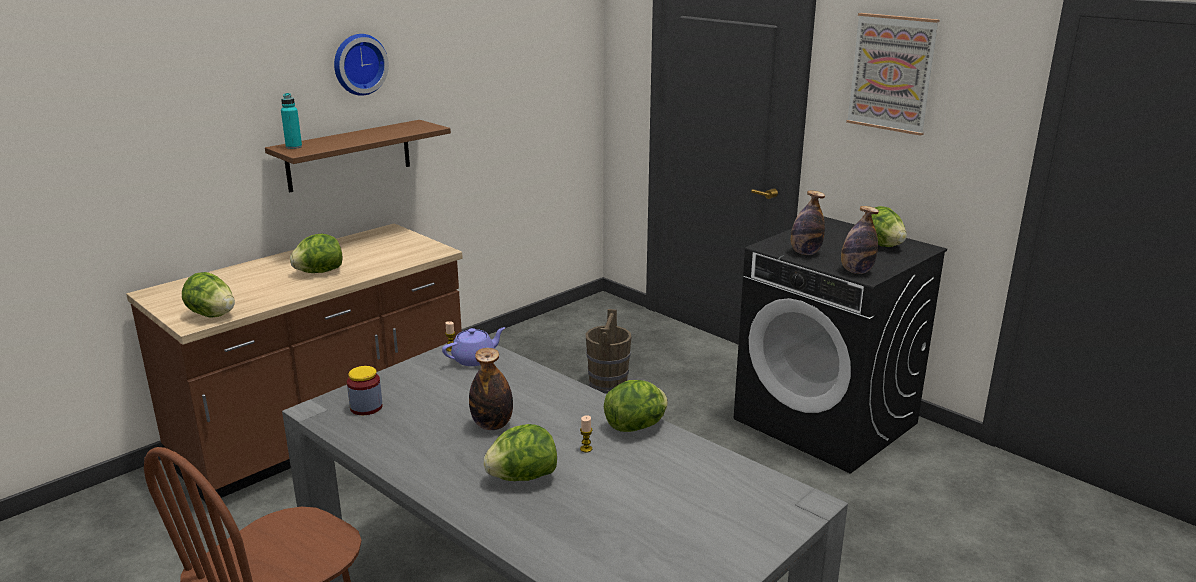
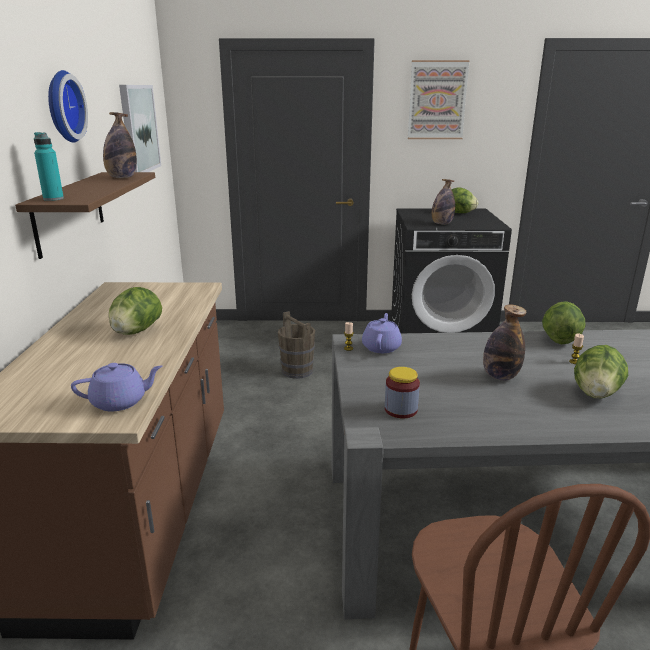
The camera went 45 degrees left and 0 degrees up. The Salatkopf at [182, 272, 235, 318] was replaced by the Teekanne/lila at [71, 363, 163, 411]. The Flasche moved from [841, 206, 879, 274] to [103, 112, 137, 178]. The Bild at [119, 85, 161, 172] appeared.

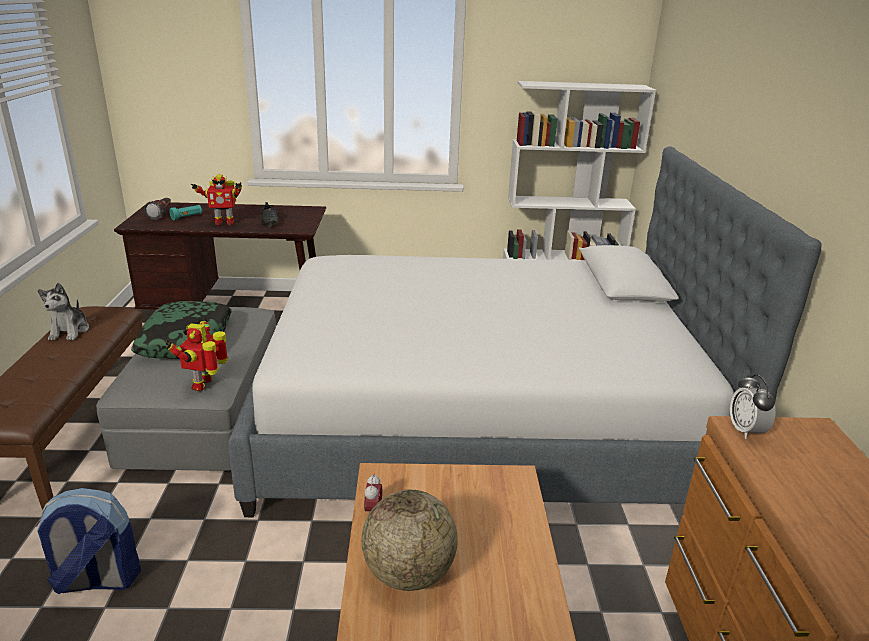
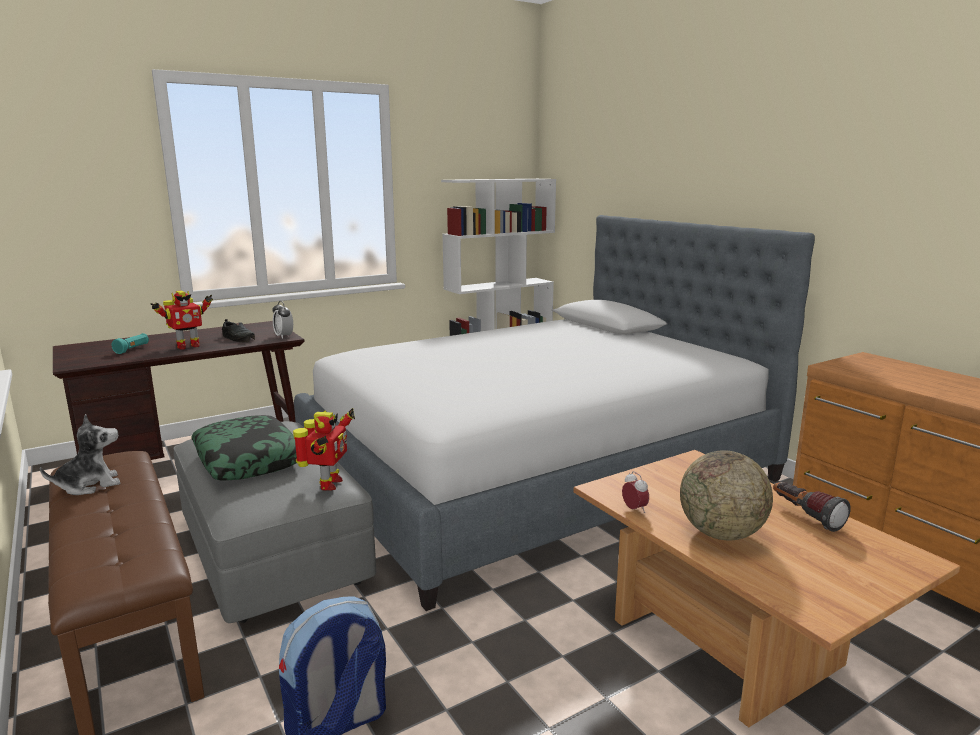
The camera went 30 degrees left and 10 degrees down. The Plüschtier at [38, 282, 89, 340] turned 90 degrees counterclockwise. The Taschenlampe moved from [144, 198, 171, 220] to [773, 482, 851, 532]. The Spielzeugroboter at [166, 316, 228, 391] turned 150 degrees counterclockwise. The Wecker moved from [730, 374, 776, 439] to [272, 301, 293, 339].

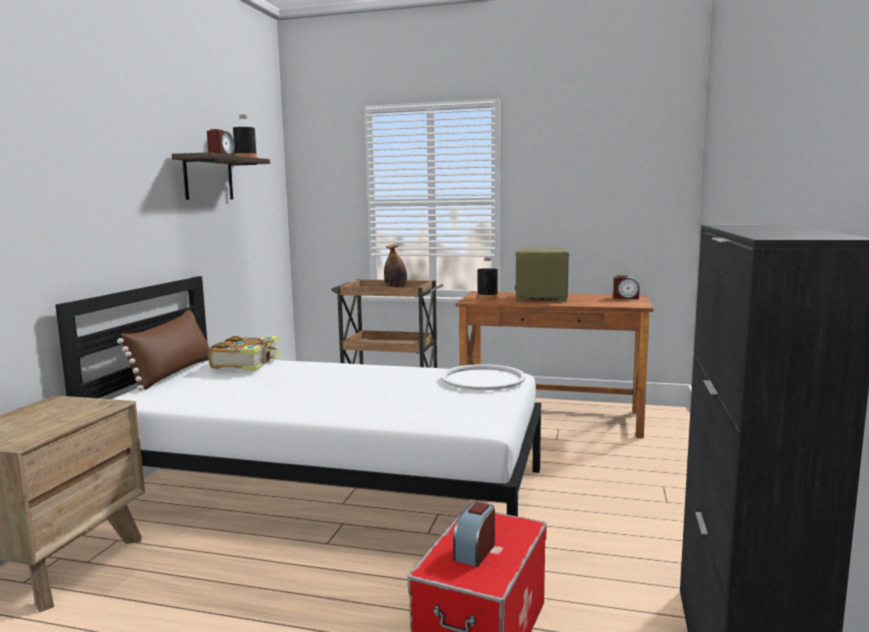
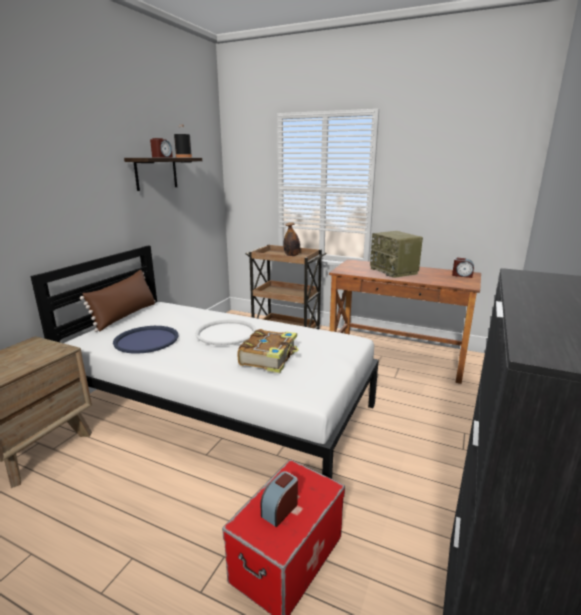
The camera went 10 degrees right and 10 degrees up. The Buch moved from [208, 336, 280, 371] to [237, 329, 299, 373]. The Tablett/weiß moved from [441, 364, 526, 390] to [195, 319, 256, 346]. The Flasche/schwarz at [477, 257, 498, 299] disappeared. The Radio at [515, 248, 569, 302] turned 135 degrees counterclockwise. The Tablett/blau at [113, 326, 179, 354] appeared.

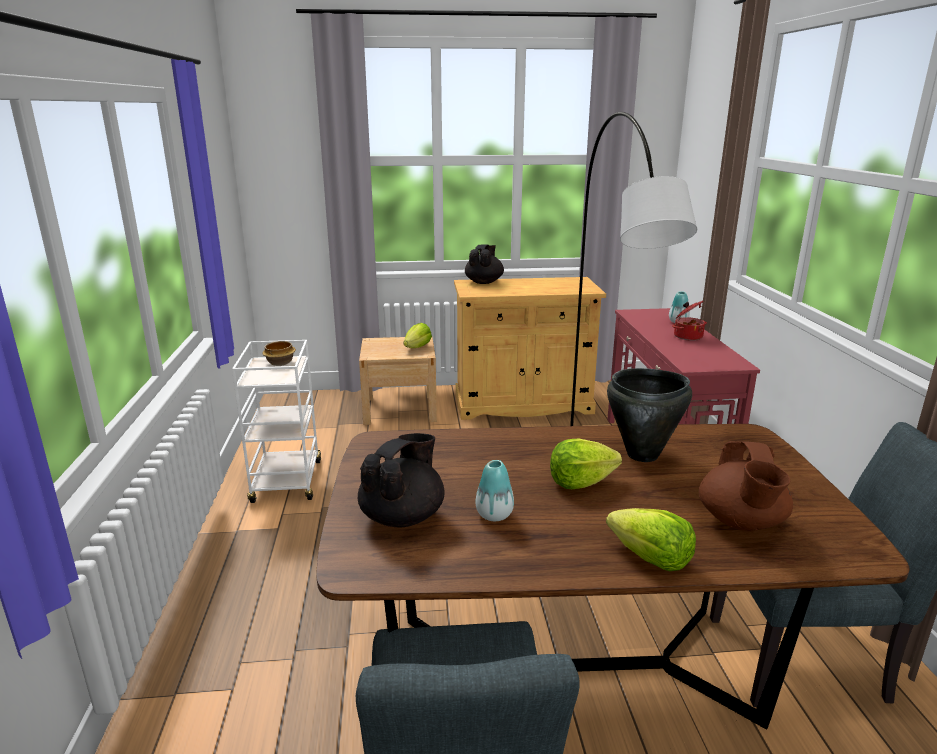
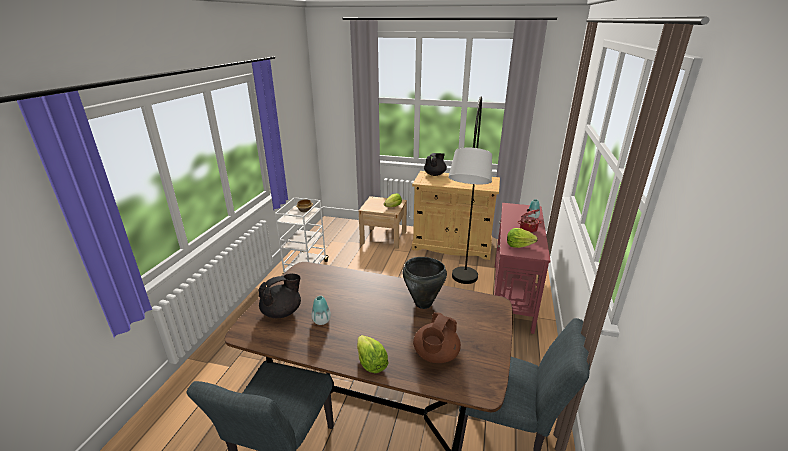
The camera went 20 degrees right and 5 degrees up. The Salatkopf moved from [550, 438, 622, 489] to [507, 228, 538, 248].

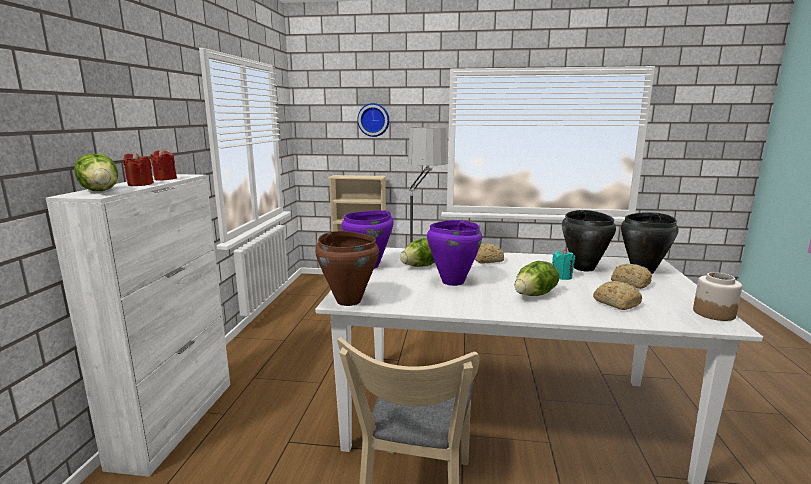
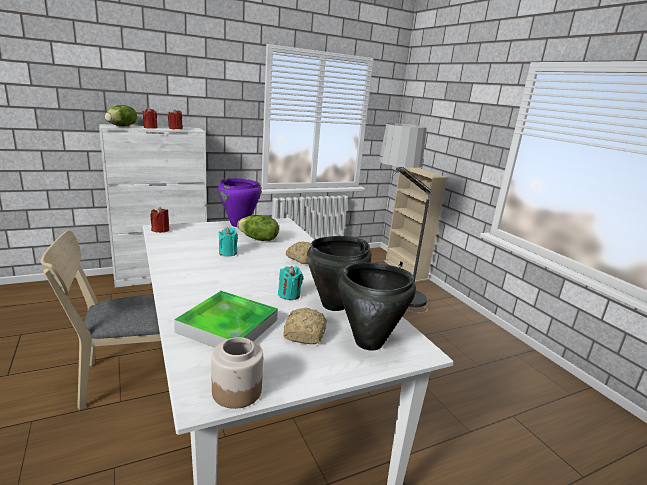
The camera went 55 degrees right and 5 degrees up. The Kochtopf/braun at [315, 231, 379, 306] was replaced by the Kerze/rot at [150, 207, 169, 233]. The Wanduhr at [357, 103, 389, 137] disappeared. The Kochtopf/lila at [427, 220, 482, 286] was replaced by the Kerze/türkis at [218, 227, 238, 257]. The Salatkopf at [515, 261, 559, 296] disappeared. The Brot at [593, 281, 642, 310] was replaced by the Tablett at [174, 291, 278, 348].

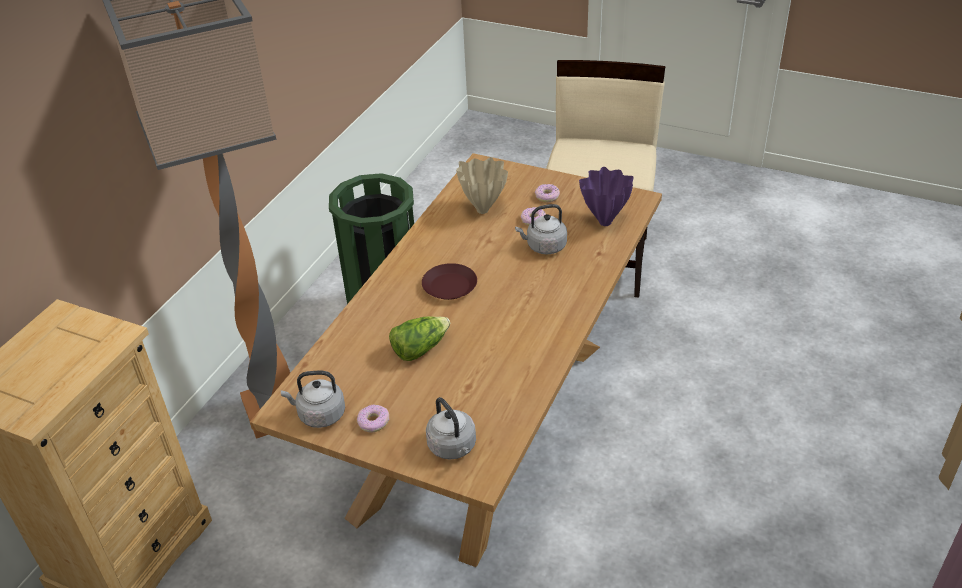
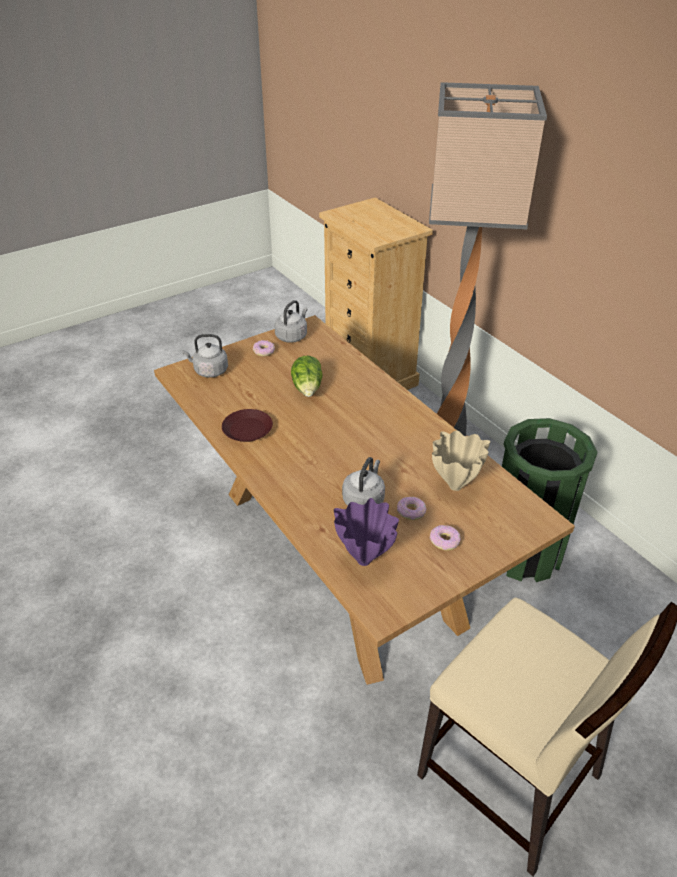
The camera went 120 degrees right and 0 degrees up. The Teller/braun moved from [422, 263, 477, 300] to [222, 409, 273, 442].

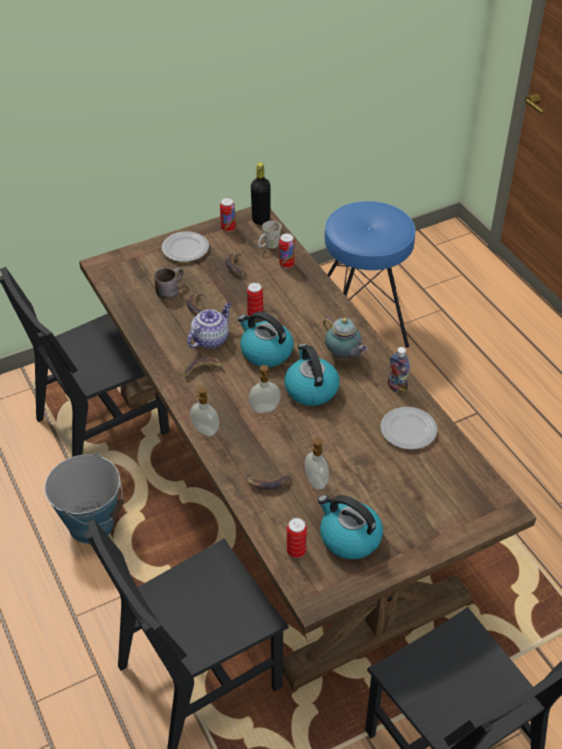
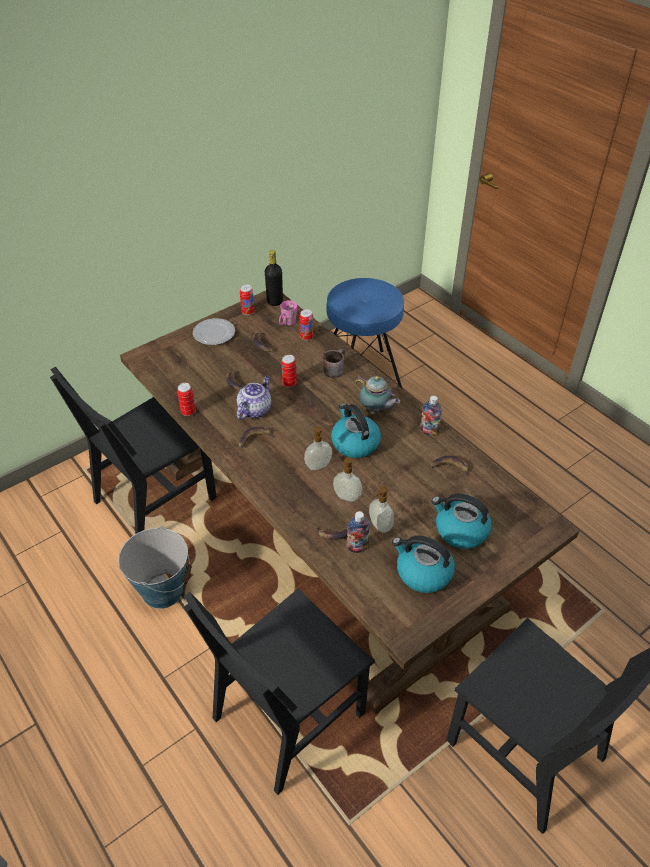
The camera went 10 degrees left and 0 degrees up. The Henkelbecher/braun moved from [154, 267, 183, 299] to [323, 348, 345, 378]. The Seifenspender moved from [190, 387, 219, 436] to [333, 457, 362, 502]. The Wasserkessel moved from [238, 311, 294, 367] to [431, 494, 492, 549]. The Henkelbecher/weiß at [258, 221, 281, 249] became the Henkelbecher/rosa at [279, 300, 297, 325]. The Dose moved from [287, 518, 307, 558] to [177, 383, 196, 416]. The Teller at [381, 407, 437, 449] was replaced by the Banane at [430, 456, 469, 479]. The Flasche at [347, 511, 370, 553] appeared.

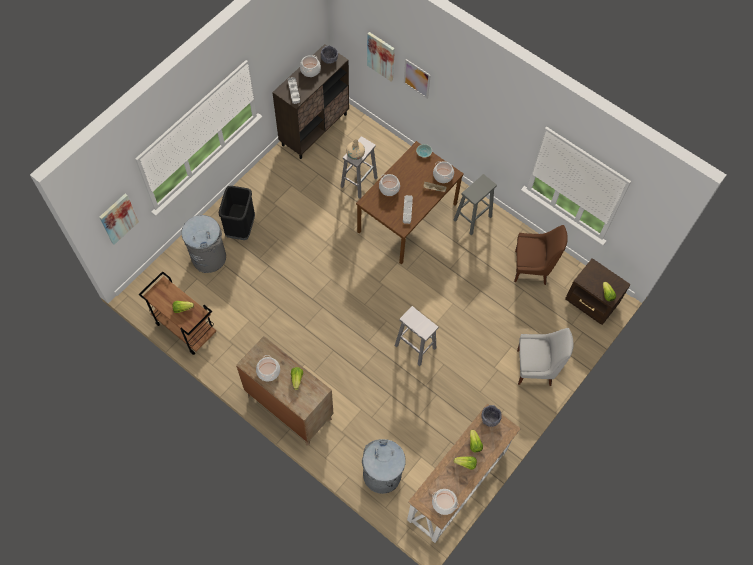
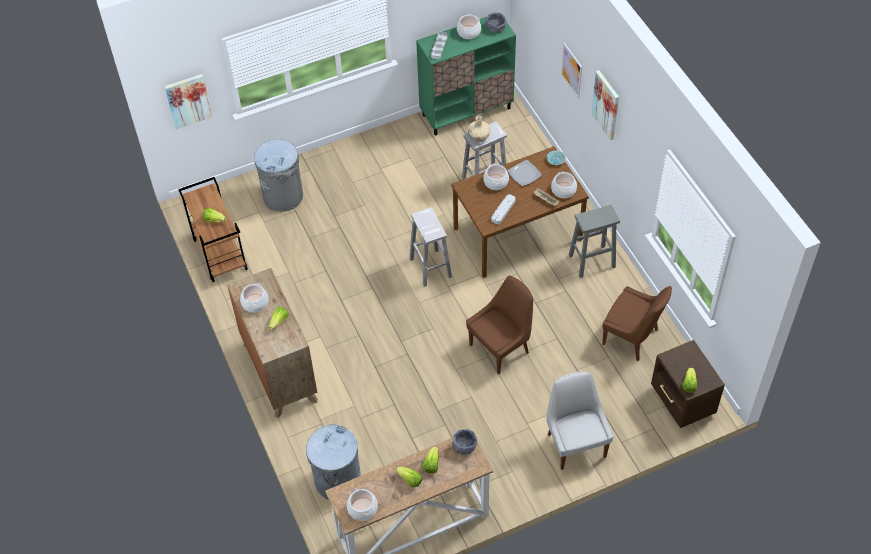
The camera went 30 degrees right and 10 degrees down. The Mülleimer/schwarz at [219, 186, 255, 240] disappeared. The Schrank/braun at [272, 44, 349, 159] became the Schrank/grün at [416, 17, 516, 136]. The Bild moved from [367, 32, 395, 82] to [591, 70, 619, 140]. The Hocker/weiß moved from [395, 306, 438, 366] to [409, 207, 452, 287]. The Stuhl/weiß at [517, 328, 574, 386] turned 135 degrees counterclockwise. The Stuhl/braun at [466, 276, 533, 374] appeared. The Teller at [508, 160, 542, 186] appeared.

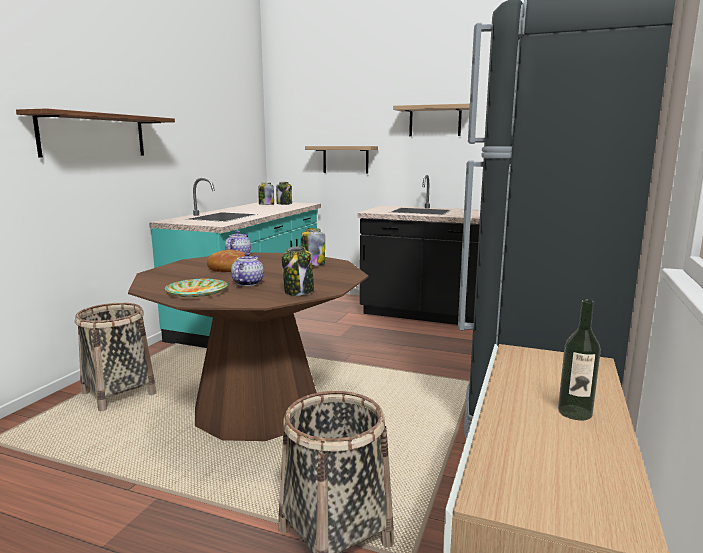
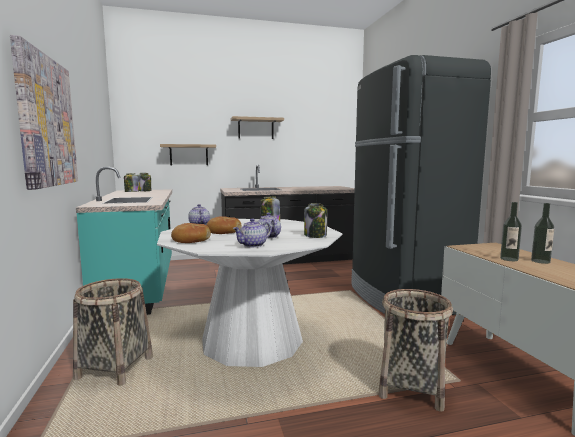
The camera went 35 degrees left and 5 degrees down. The Wandregal at [16, 108, 175, 158] was replaced by the Bild at [10, 35, 78, 190]. The Esstisch/braun at [128, 253, 368, 441] became the Esstisch/weiß at [157, 219, 342, 367]. The Teller at [165, 278, 228, 297] was replaced by the Teekanne at [233, 219, 271, 248]. The Brot at [171, 223, 211, 243] appeared. The Flasche at [500, 202, 522, 261] appeared.

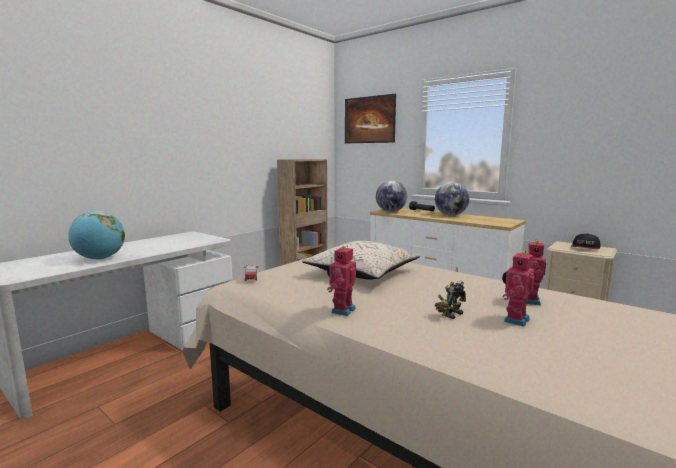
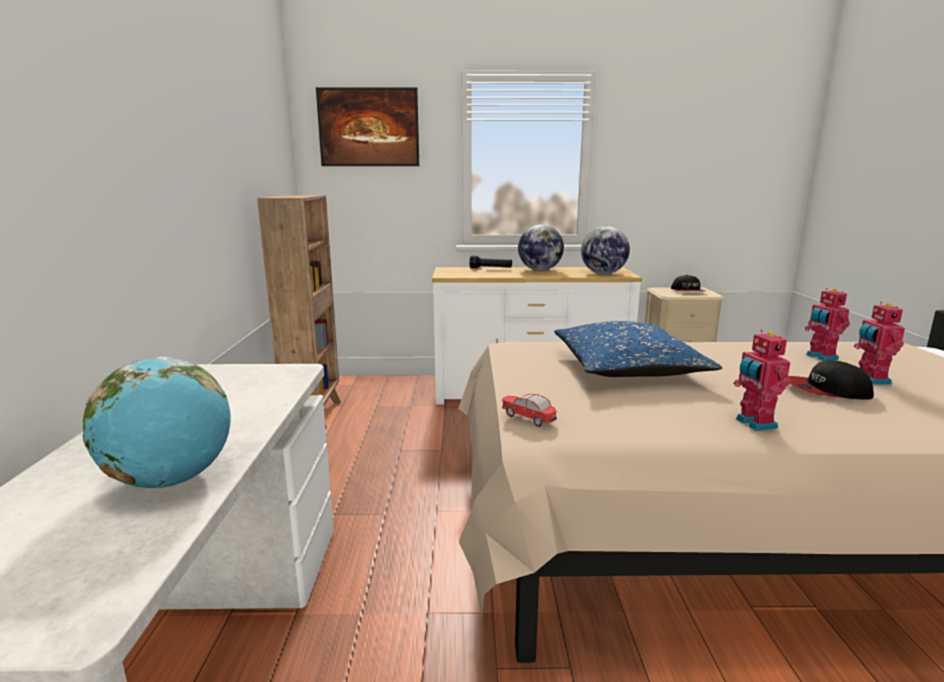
The camera went 40 degrees left and 5 degrees up. The Kissen/beige at [302, 241, 420, 280] became the Kissen/blau at [554, 321, 722, 377]. The Globus moved from [376, 180, 407, 212] to [581, 226, 630, 274]. The Spielzeugroboter at [435, 280, 466, 319] was replaced by the Kappe at [789, 360, 874, 400].

